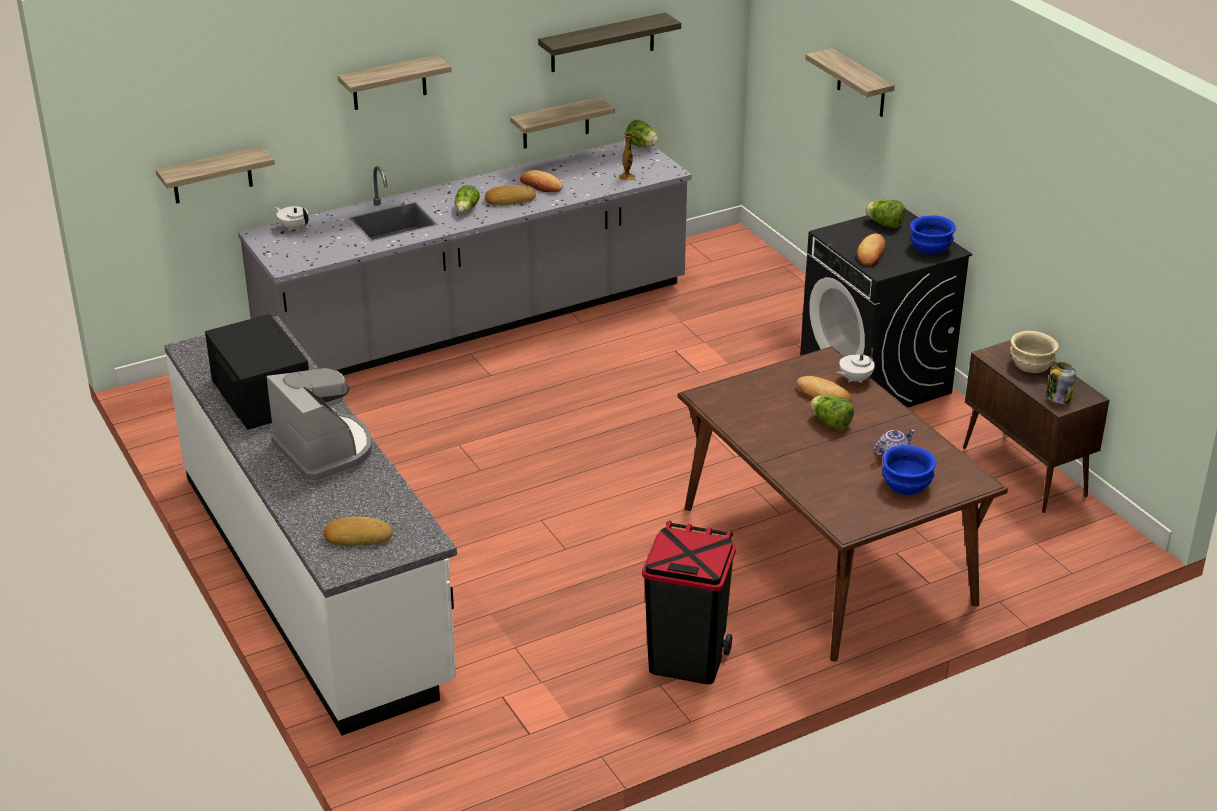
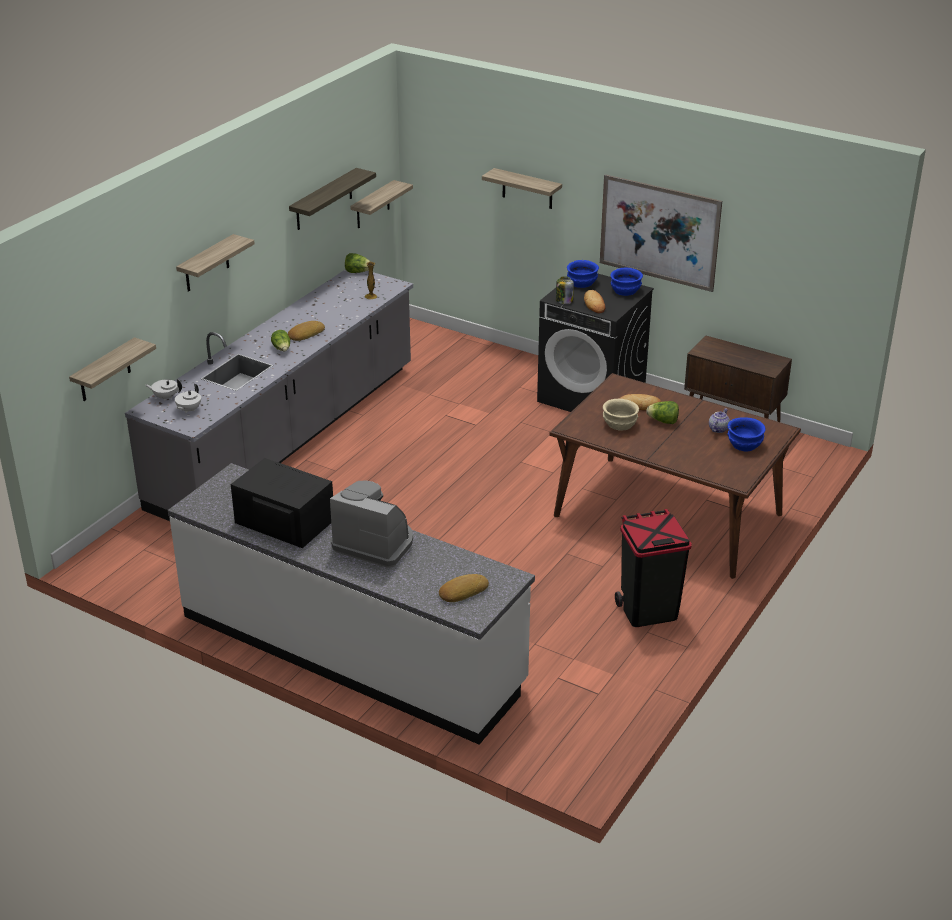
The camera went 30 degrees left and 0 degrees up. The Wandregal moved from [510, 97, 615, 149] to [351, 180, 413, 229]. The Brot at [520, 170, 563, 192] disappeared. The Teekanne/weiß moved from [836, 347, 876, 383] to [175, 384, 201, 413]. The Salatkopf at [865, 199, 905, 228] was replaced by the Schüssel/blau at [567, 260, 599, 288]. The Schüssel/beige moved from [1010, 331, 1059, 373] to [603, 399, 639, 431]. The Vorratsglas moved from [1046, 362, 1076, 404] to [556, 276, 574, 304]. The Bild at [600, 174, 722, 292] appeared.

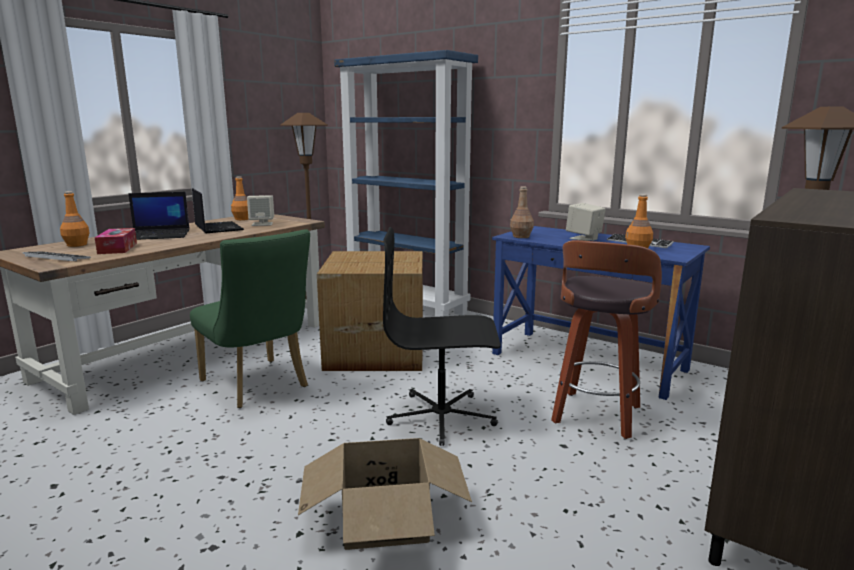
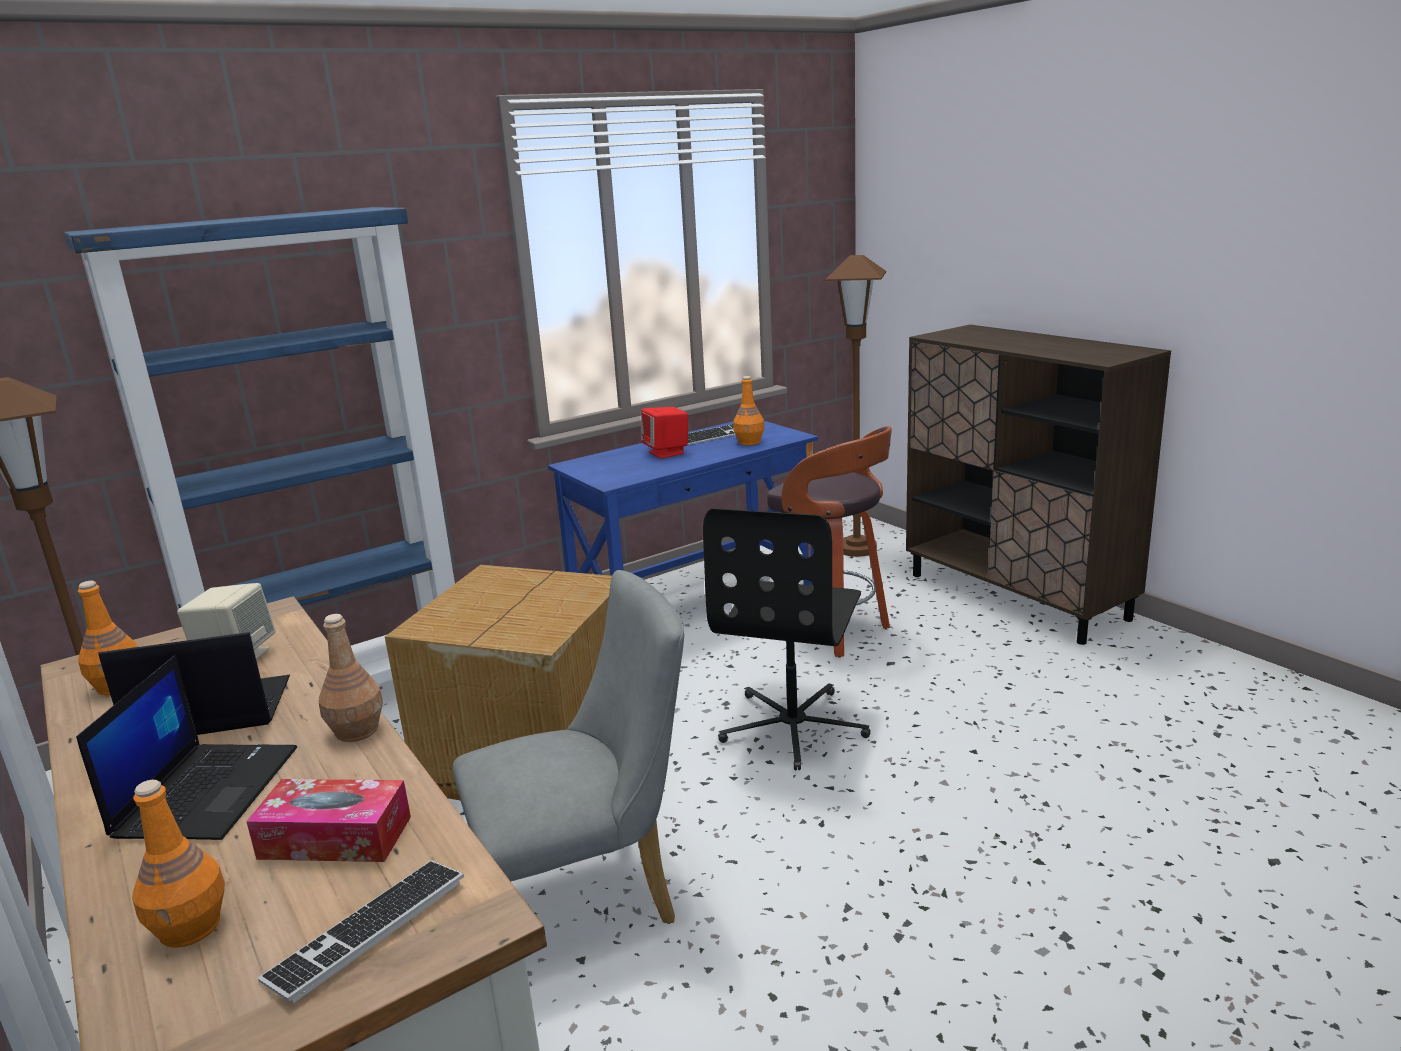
The camera went 70 degrees left and 5 degrees up. The Stuhl/grün at [190, 229, 310, 408] became the Stuhl/grau at [453, 570, 684, 924]. The Karton at [298, 438, 472, 550] disappeared. The Flasche/braun moved from [510, 187, 534, 238] to [319, 614, 383, 742]. The Lautsprecher/beige at [566, 203, 605, 241] became the Lautsprecher/rot at [641, 407, 688, 459].

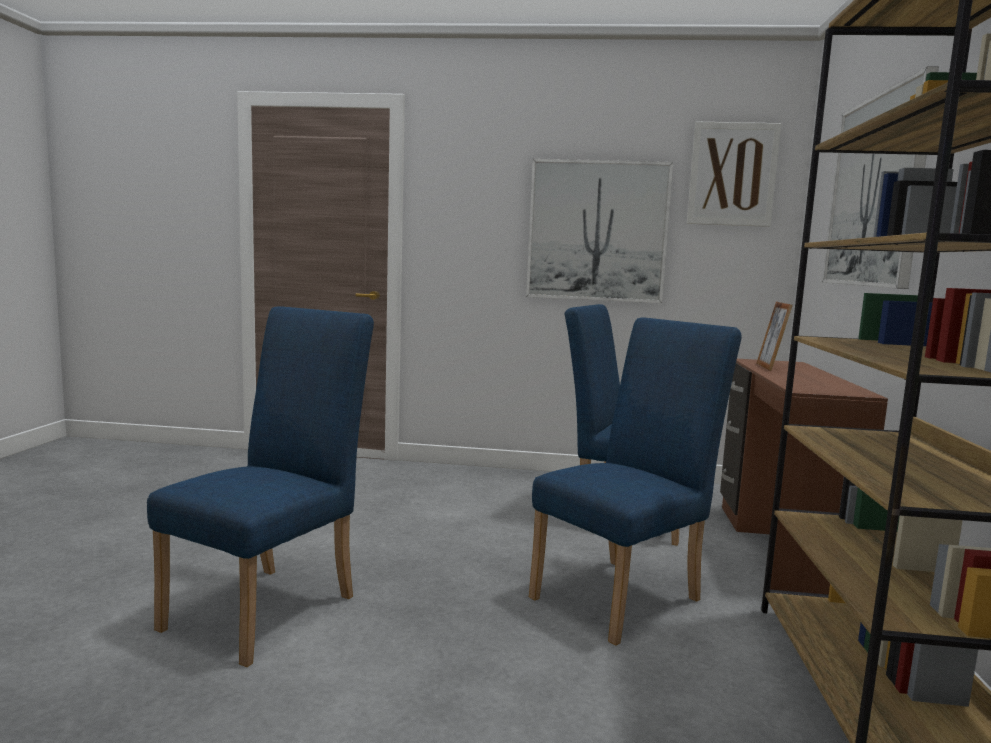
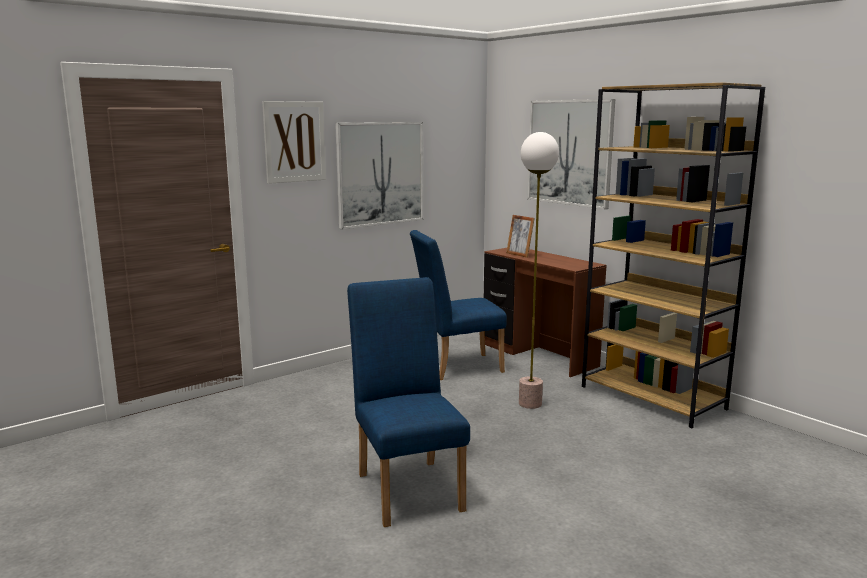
The camera went 45 degrees left and 5 degrees up. The Stuhl/blau at [529, 317, 742, 646] was replaced by the Stehlampe at [519, 132, 559, 409]. The Bild moved from [686, 122, 781, 227] to [262, 101, 326, 184].

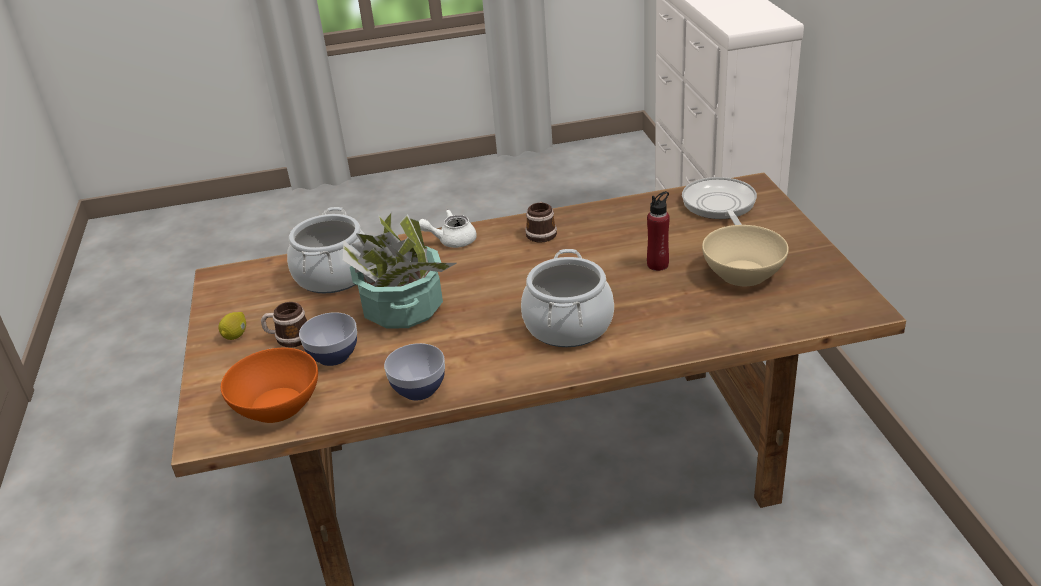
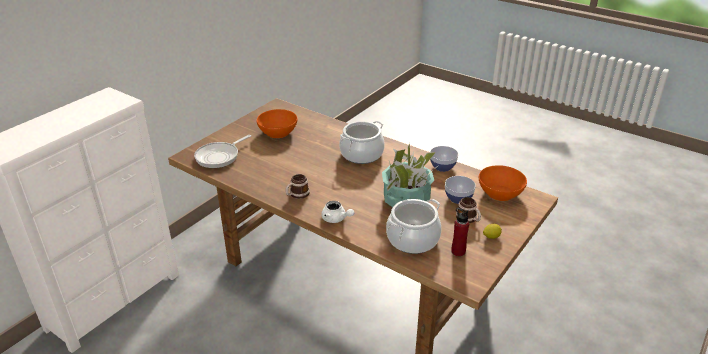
The camera went 135 degrees left and 0 degrees up. The Flasche/rot moved from [647, 191, 670, 271] to [451, 208, 469, 256]. The Schüssel/beige at [702, 225, 789, 286] became the Schüssel/orange at [256, 109, 297, 138].

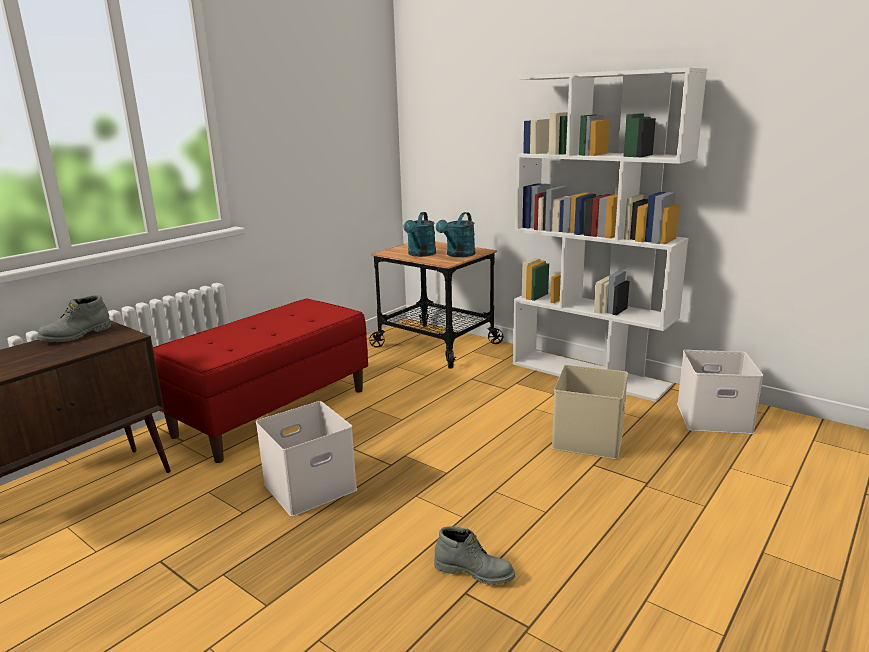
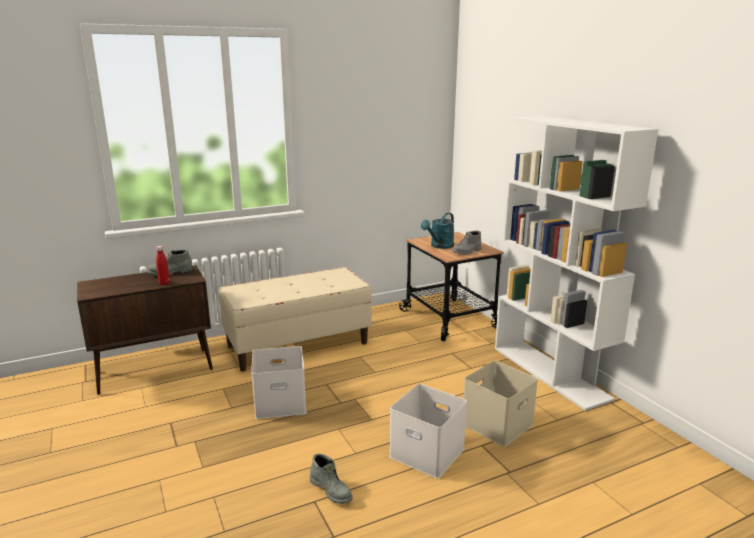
The camera went 25 degrees right and 0 degrees up. The Bank/rot at [153, 299, 368, 463] became the Bank/beige at [219, 267, 372, 372]. The Gießkanne/türkis at [436, 212, 475, 257] was replaced by the Stiefel/grau at [452, 230, 481, 255]. The Aufbewahrungsbox/weiß moved from [677, 350, 763, 434] to [389, 384, 467, 479]. The Flasche/rot at [156, 246, 170, 285] appeared.

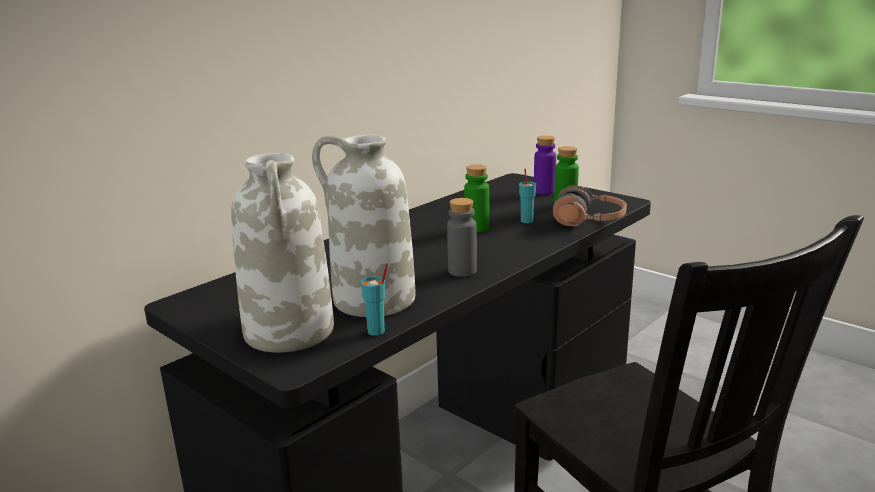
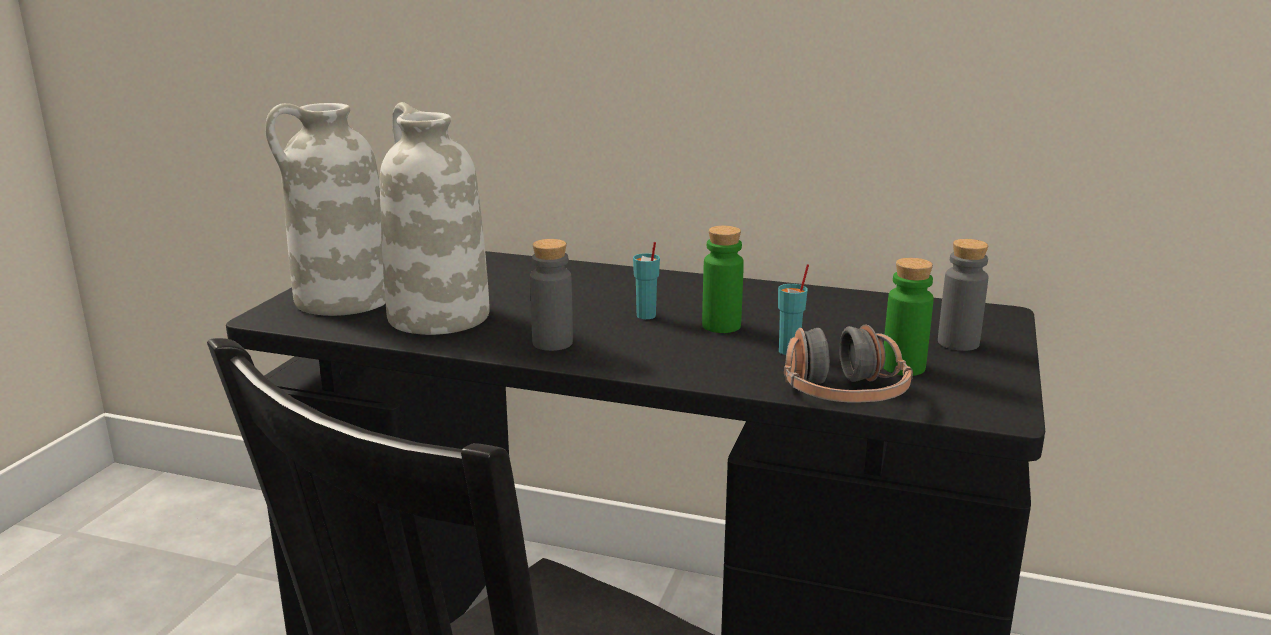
The camera went 65 degrees right and 0 degrees up. The Tasse/türkis moved from [361, 263, 388, 336] to [633, 242, 660, 319]. The Flasche/lila at [534, 136, 556, 195] became the Flasche/grau at [938, 239, 988, 351].

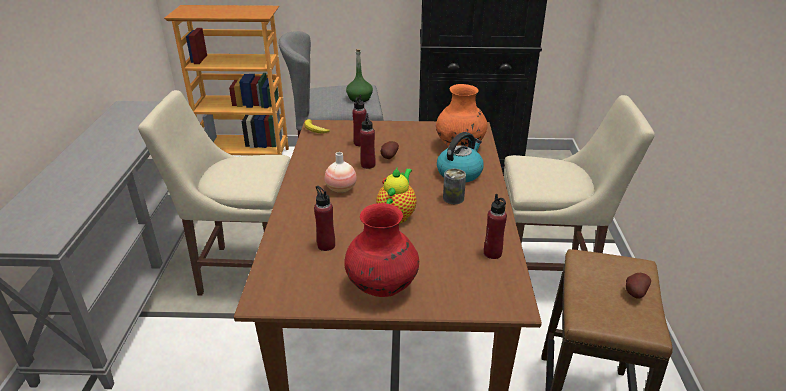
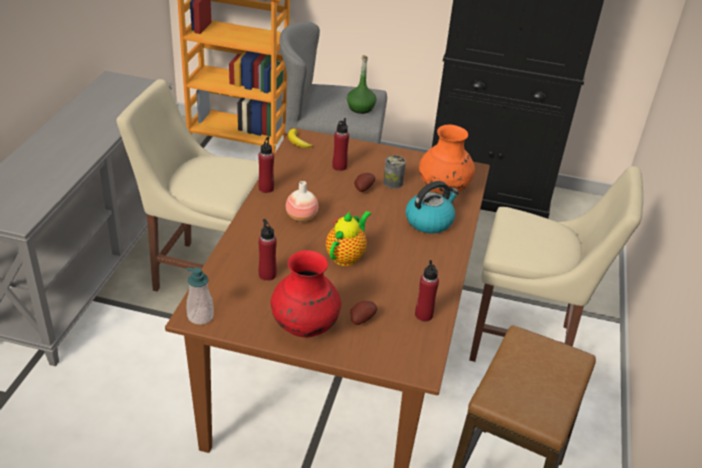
The camera went 10 degrees right and 5 degrees up. The Flasche/rot moved from [360, 113, 376, 169] to [258, 137, 274, 193]. The Dose moved from [443, 169, 466, 204] to [383, 155, 406, 189]. The Kartoffel moved from [626, 273, 651, 299] to [350, 301, 377, 325]. The Seifenspender at [187, 267, 214, 325] appeared.

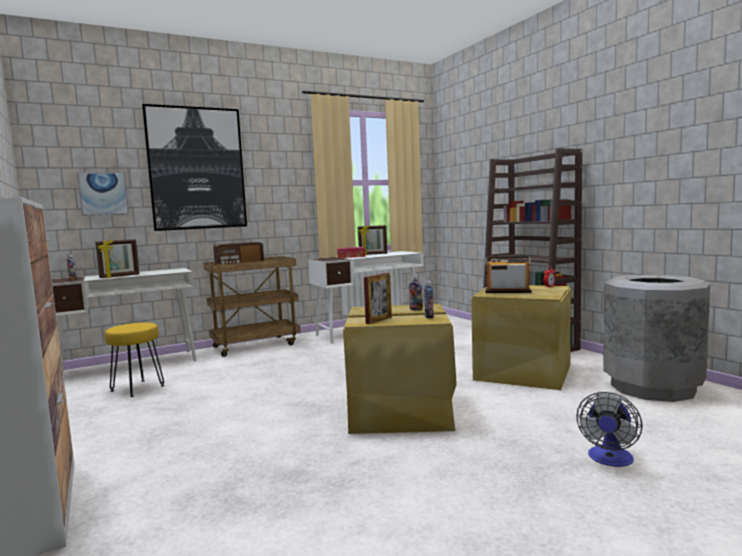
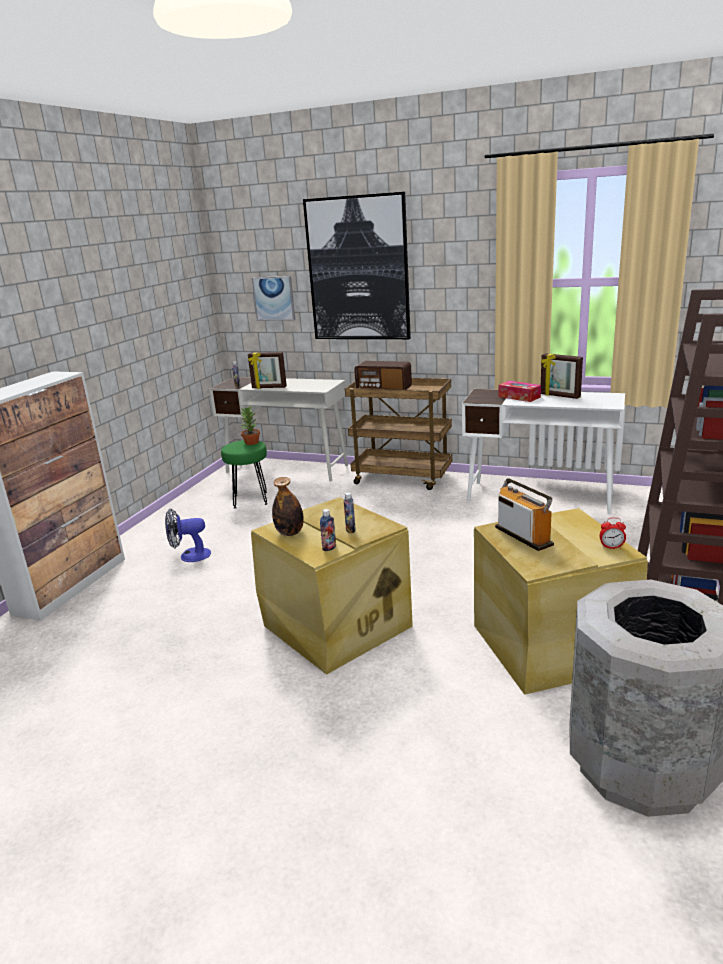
The camera went 50 degrees right and 15 degrees up. The Hocker/gelb at [104, 323, 164, 397] became the Hocker/grün at [221, 440, 267, 509]. The Bilderrahmen at [364, 273, 392, 324] was replaced by the Flasche at [272, 477, 304, 536]. The Ventilator moved from [576, 392, 643, 467] to [165, 509, 211, 562]. The Topfpflanze at [240, 405, 260, 445] appeared.

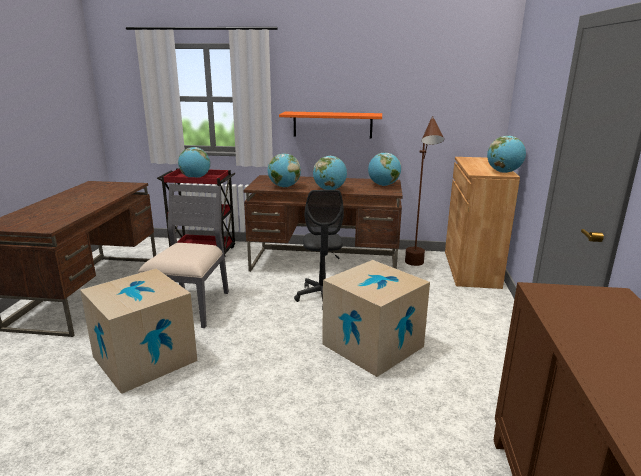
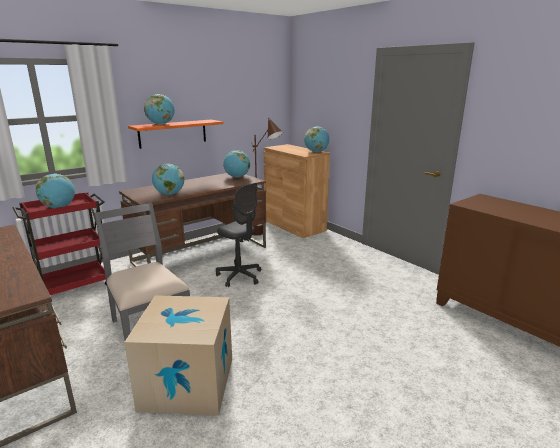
The camera went 45 degrees left and 0 degrees up. The Globus moved from [313, 156, 347, 190] to [144, 94, 175, 125]. The Karton at [322, 260, 430, 377] disappeared.

